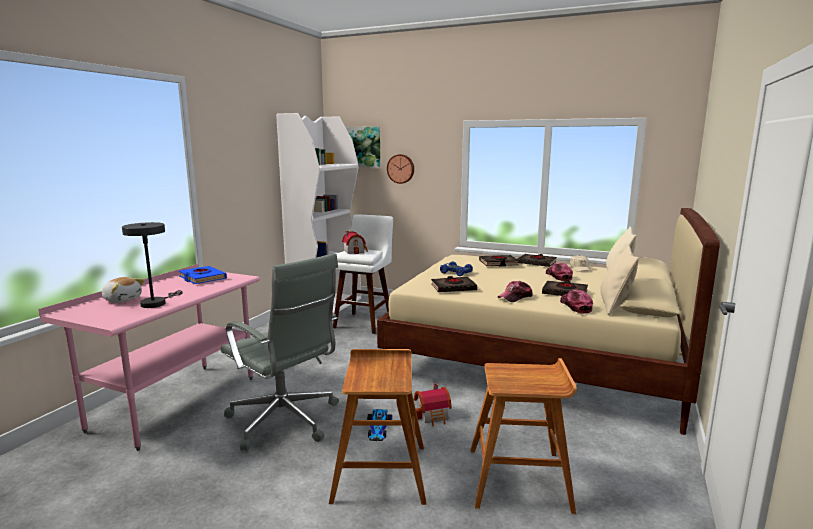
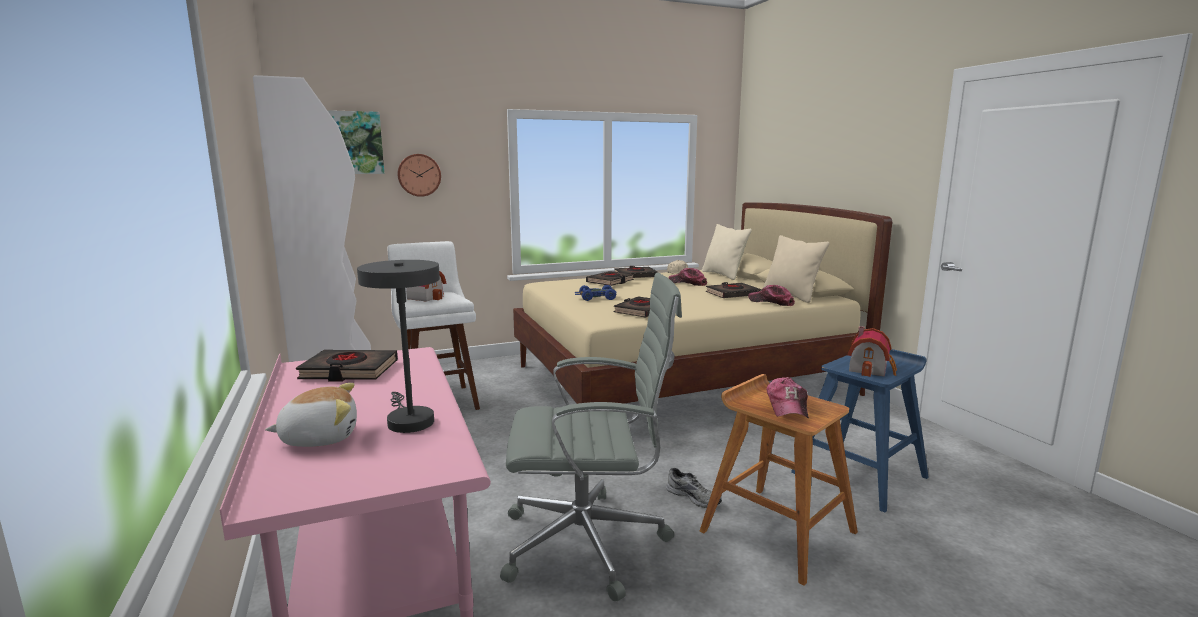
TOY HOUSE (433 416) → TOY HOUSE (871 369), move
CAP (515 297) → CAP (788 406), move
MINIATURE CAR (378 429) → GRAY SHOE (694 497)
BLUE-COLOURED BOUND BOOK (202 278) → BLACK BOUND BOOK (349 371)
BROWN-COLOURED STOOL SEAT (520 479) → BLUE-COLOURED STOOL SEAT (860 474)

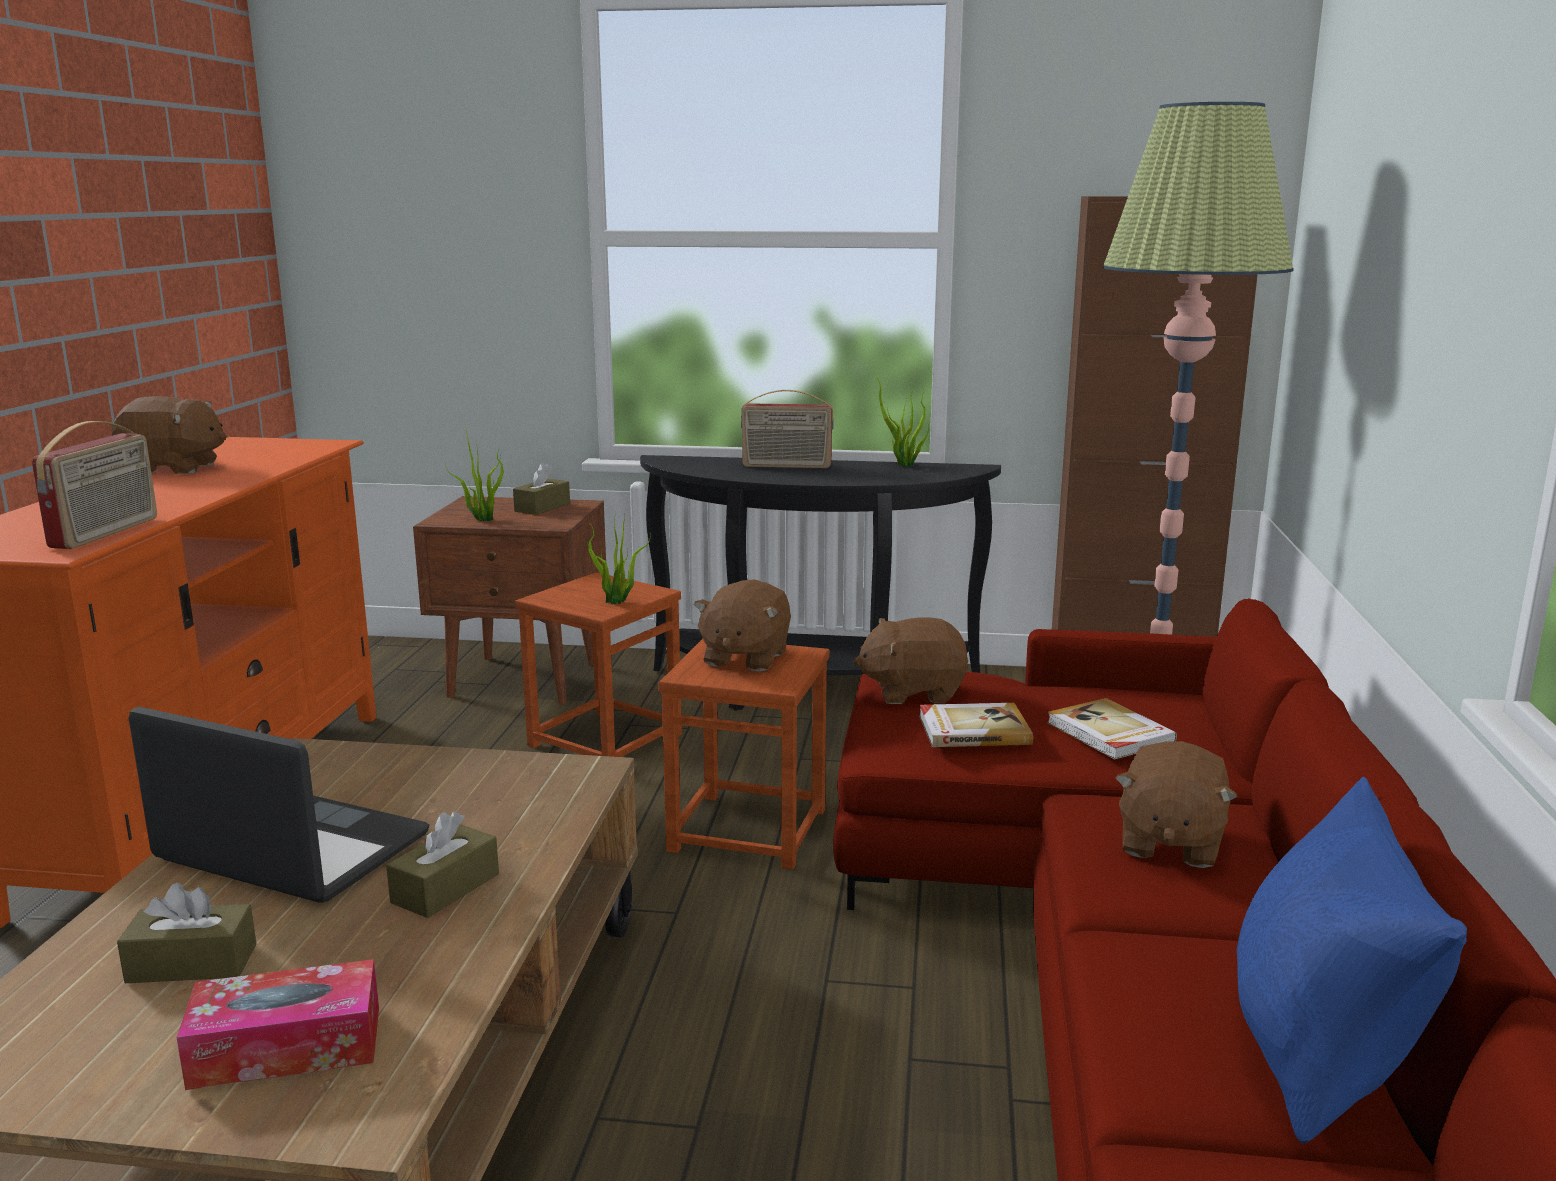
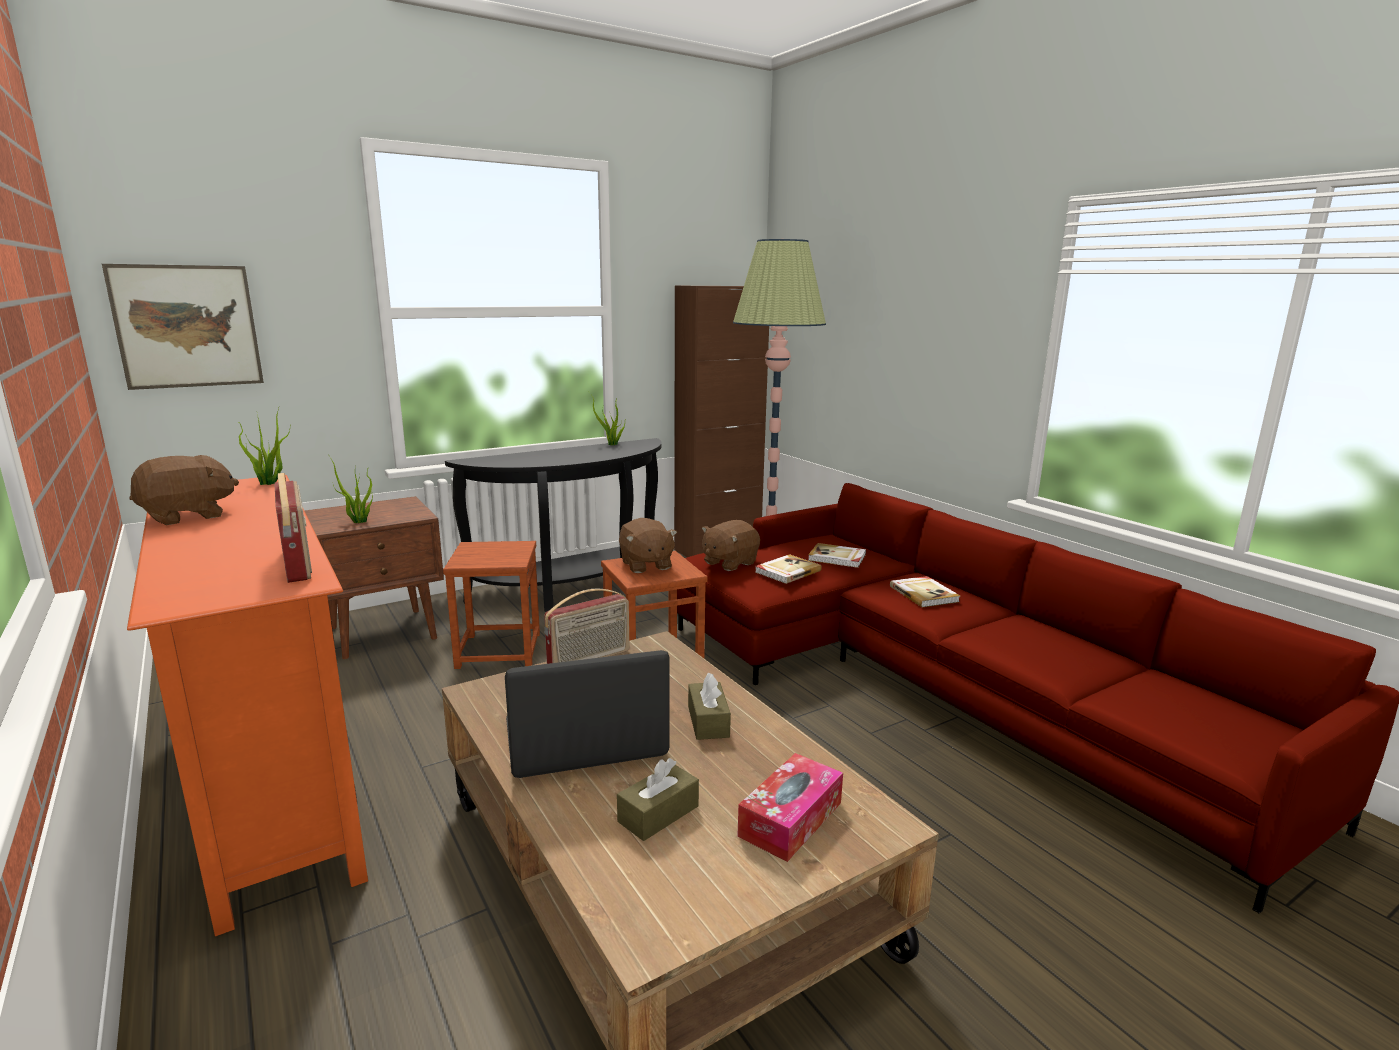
BROWN-COLOURED TISSUE HOLDER (542 507) → -
BLUE-COLOURED CUSHION (1318 1054) → -
- → PICTURE (187 326)
POTTED PLANT (617 602) → POTTED PLANT (270 483), move
RADIO (786 466) → RADIO (589 659), move
BROWN-COLOURED SOFT TOY (1169 843) → BOUND BOOK (924 594)

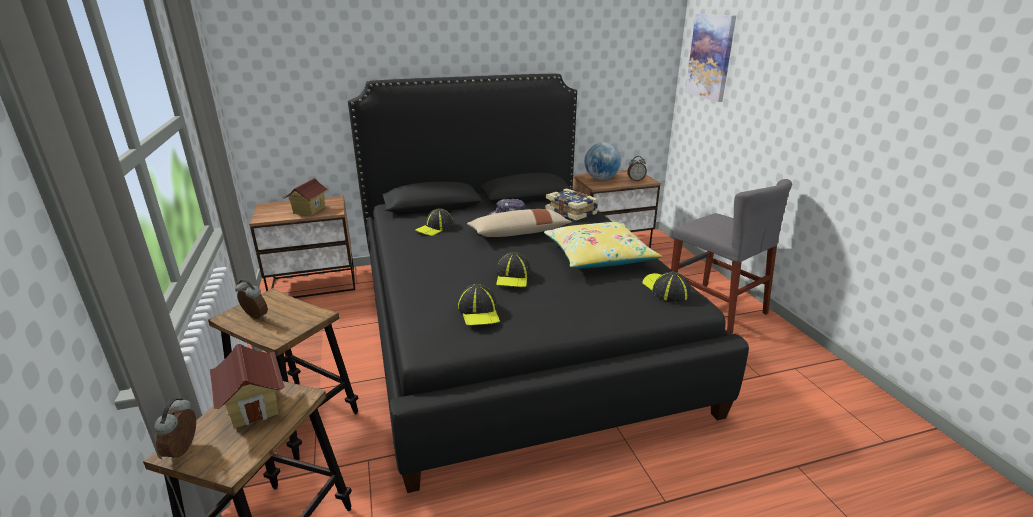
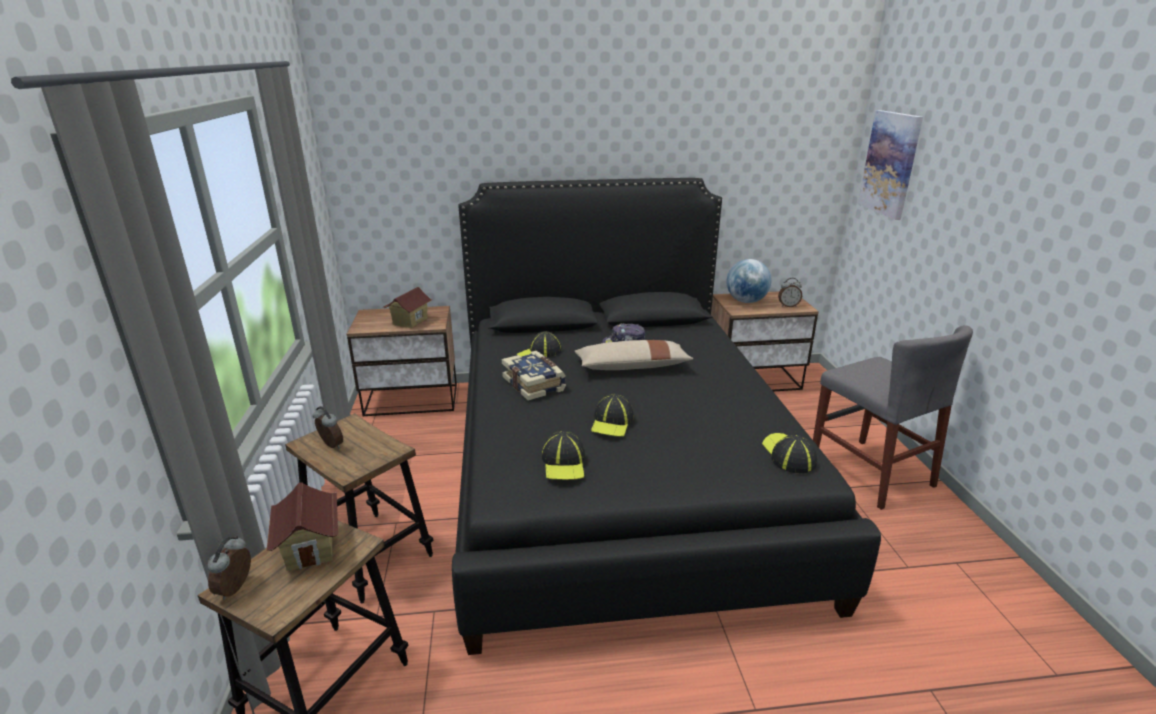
YELLOW CUSHION (598 256) → -
BOUND BOOK (572 211) → BOUND BOOK (535 384), move

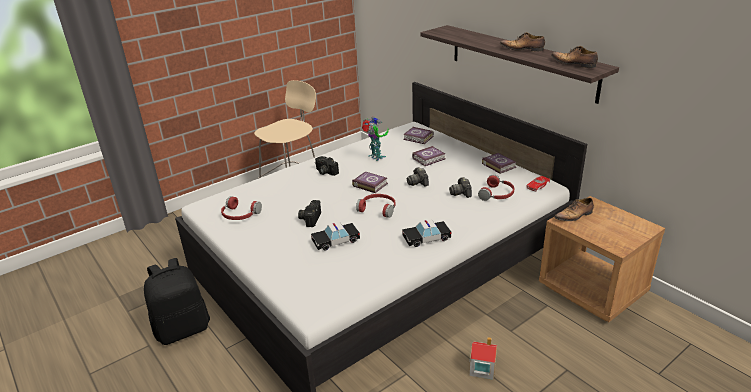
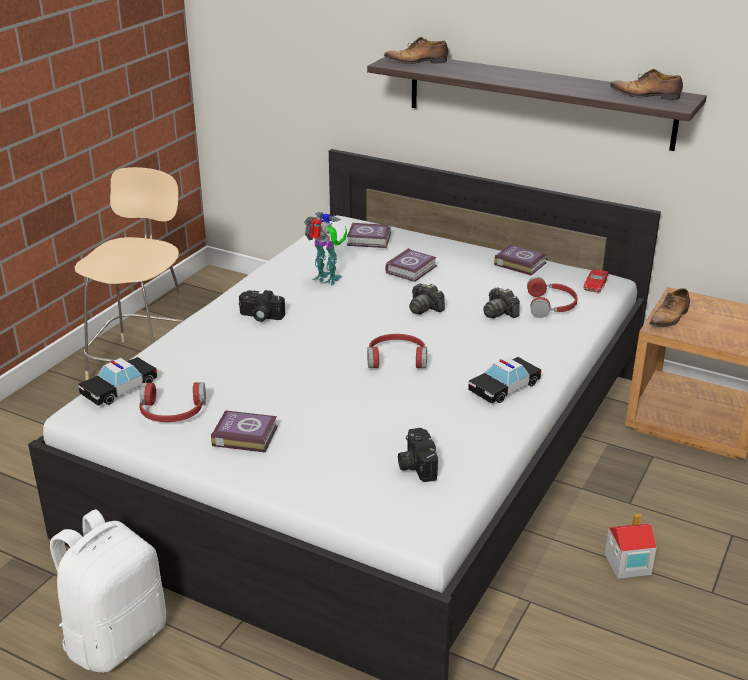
PHOTO CAMERA (310 218) → PHOTO CAMERA (415 465), move
MINIATURE CAR (336 241) → MINIATURE CAR (119 388), move
BOUND BOOK (370 184) → BOUND BOOK (244 435), move
SHOE (522 49) → SHOE (417 62), move
BLACK RUCKSACK (183 329) → WHITE RUCKSACK (115 638)

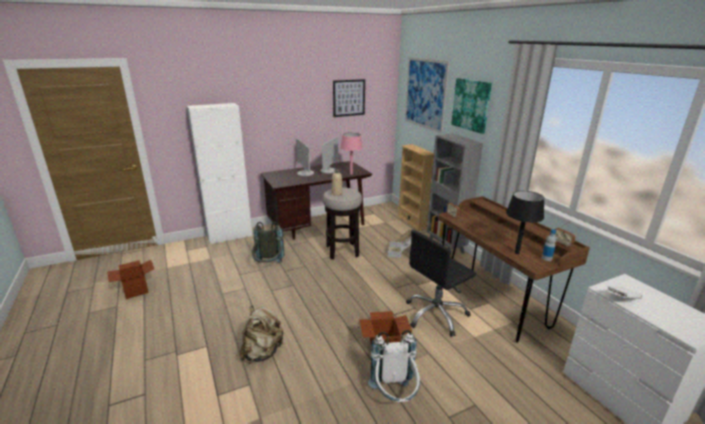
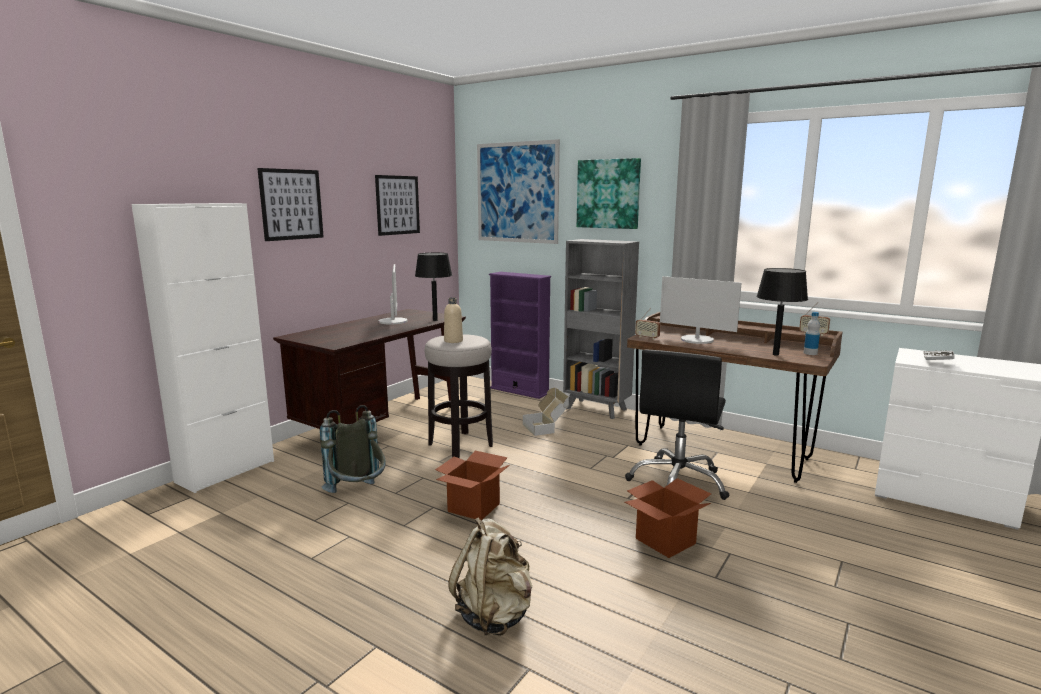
WHITE RUCKSACK (394 397) → -
- → PICTURE (291 204)
CARTON (136 290) → CARTON (474 507), move
COMPUTER SCREEN (305 173) → COMPUTER SCREEN (697 340), move
PINK-COLOURED LAMP FOR A TABLE (351 174) → BLACK LAMP FOR A TABLE (435 320)
BEIGE-COLOURED SHELVING UNIT (412 222) → PURPLISH SHELVING UNIT (519 391)

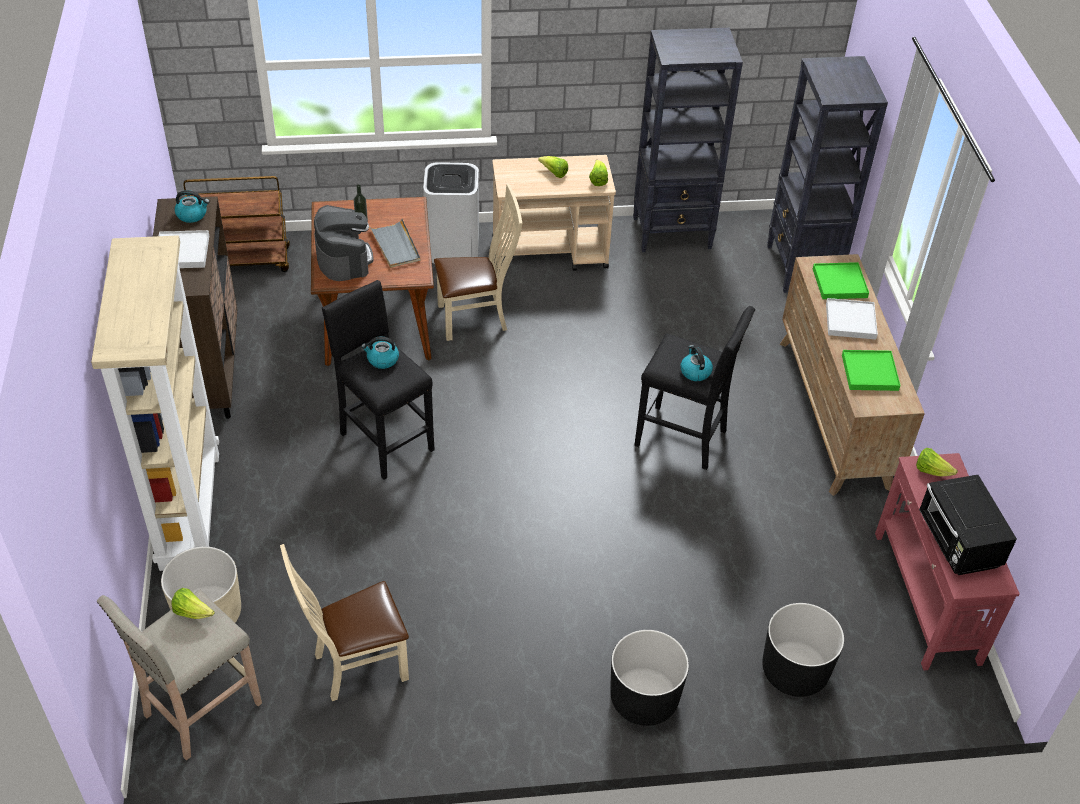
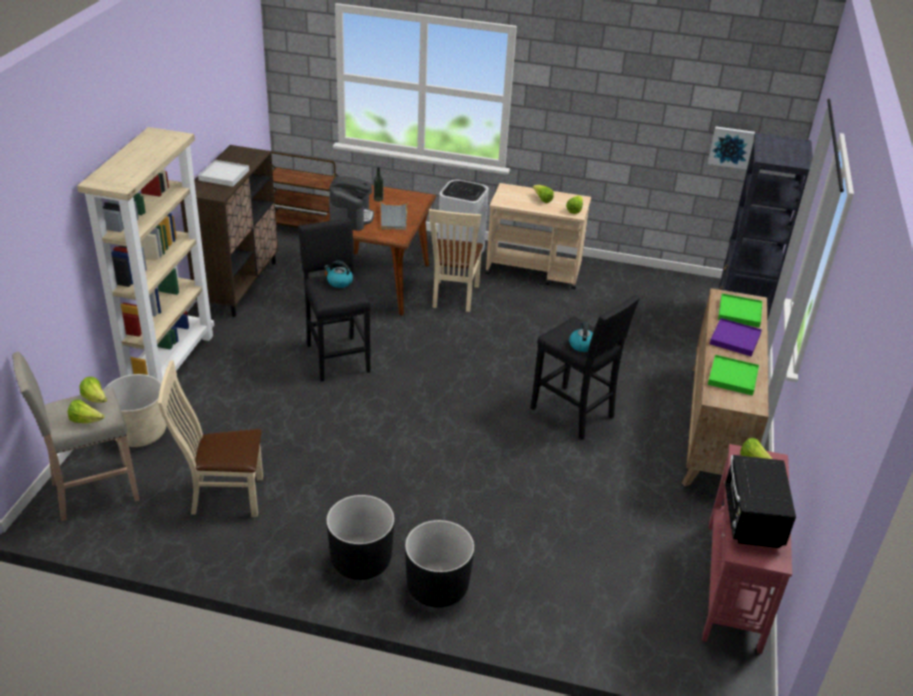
WATER KETTLE (192 215) → -
BLACK SHELVING UNIT (673 233) → -
- → HEAD OF LETTUCE (86 420)
- → PICTURE (731 147)
BLACK PLANT POT (794 671) → BLACK PLANT POT (361 560), move
WHITE TRAY (850 321) → PURPLISH TRAY (734 339)
BEIGE-COLOURED CHAIR (477 318) → BEIGE-COLOURED CHAIR (453 298), 90 degrees clockwise

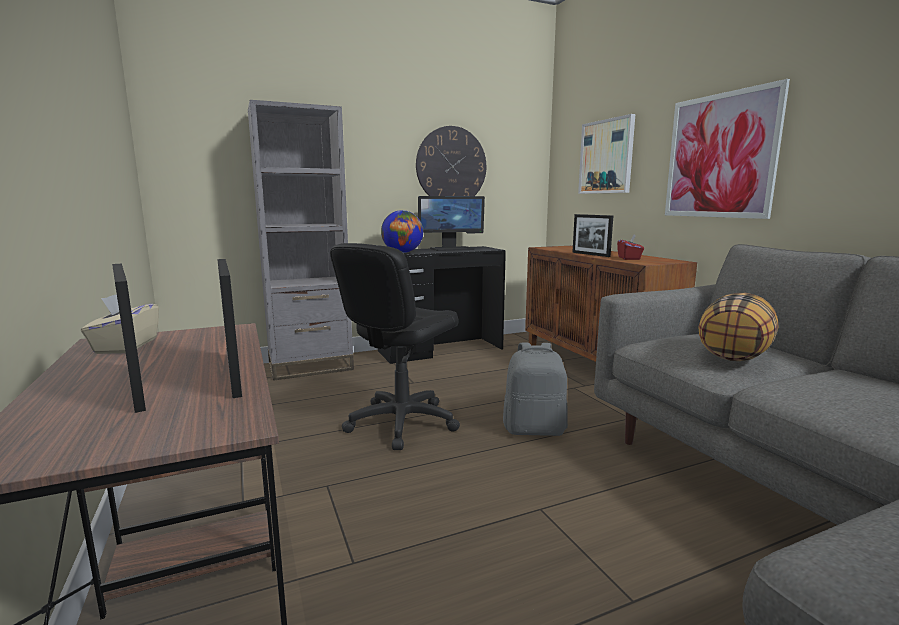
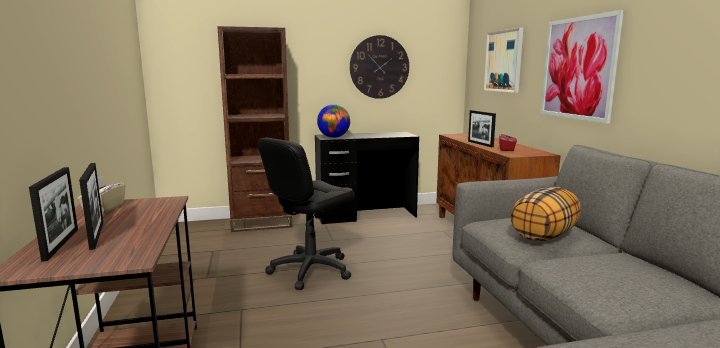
COMPUTER SCREEN (452 249) → -
GRAY RUCKSACK (534 429) → -
PHOTO FRAME (234 374) → PHOTO FRAME (61 244), move
GRAY SHELVING UNIT (310 366) → BROWN-COLOURED SHELVING UNIT (261 223)

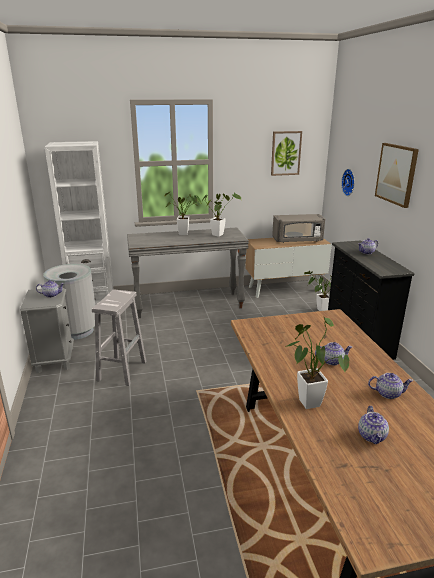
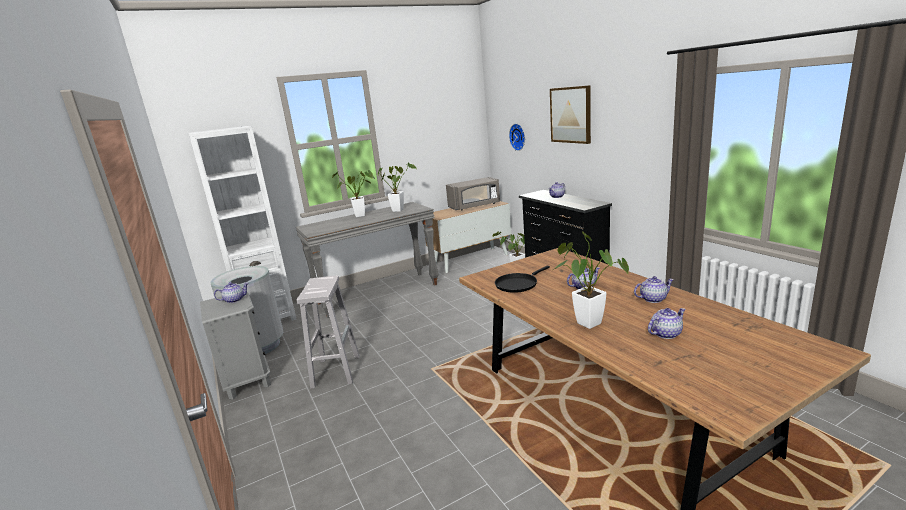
PICTURE (285 153) → -
- → BLACK PAN (518 284)
POT FOR TEA (372 436) → POT FOR TEA (665 333), 105 degrees counterclockwise

